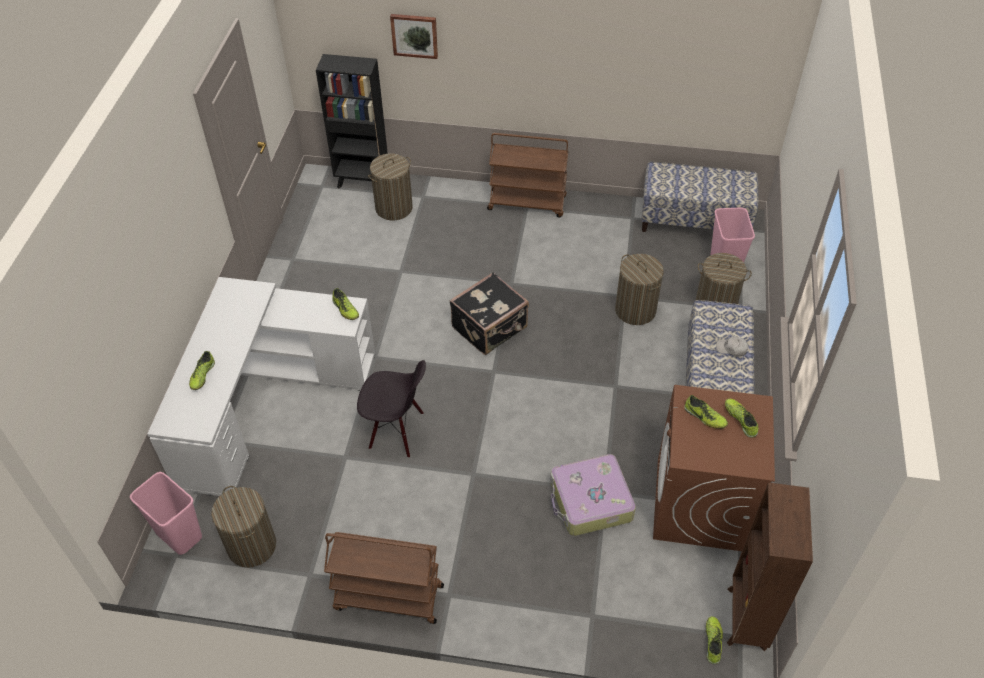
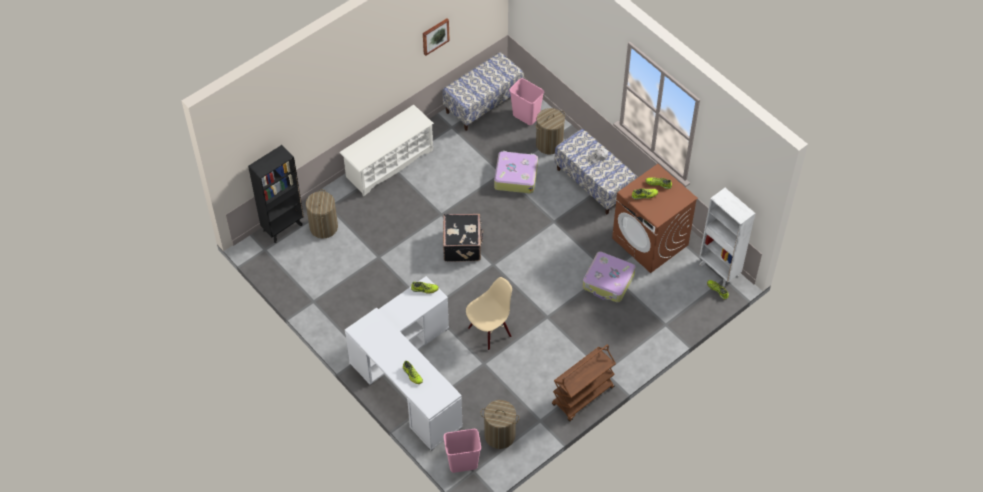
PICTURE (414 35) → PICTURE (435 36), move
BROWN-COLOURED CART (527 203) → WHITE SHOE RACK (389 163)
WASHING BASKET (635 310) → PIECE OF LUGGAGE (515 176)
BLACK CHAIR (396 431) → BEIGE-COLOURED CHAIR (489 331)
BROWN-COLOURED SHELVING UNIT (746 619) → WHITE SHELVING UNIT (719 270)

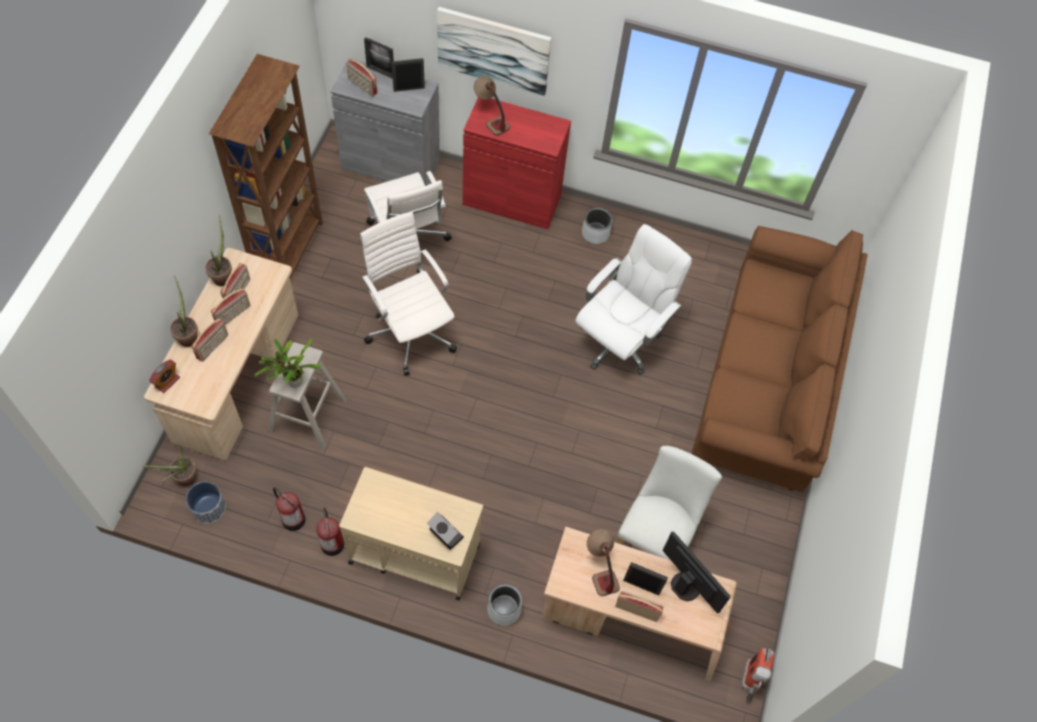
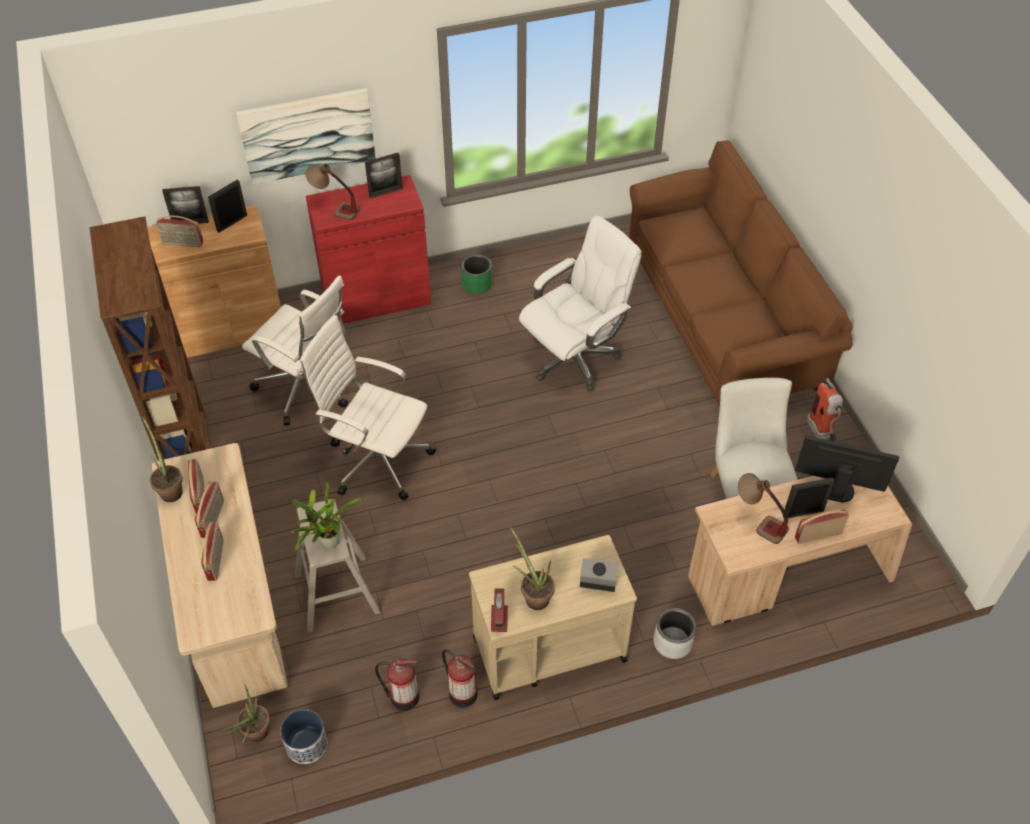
- → PHOTO FRAME (385 192)
ALARM CLOCK (167 382) → ALARM CLOCK (499 619), move
POTTED PLANT (188 335) → POTTED PLANT (533 596), move
EXTINGUISHER (749 683) → EXTINGUISHER (821 434), move
GRAY CUPBOARD (390 164) → BROWN-COLOURED CUPBOARD (232 329)
GRAY PLANT POT (595 233) → GREENISH PLANT POT (477 284)
WHITE OFFICE CHAIR (620 341) → WHITE OFFICE CHAIR (574 358), 45 degrees clockwise

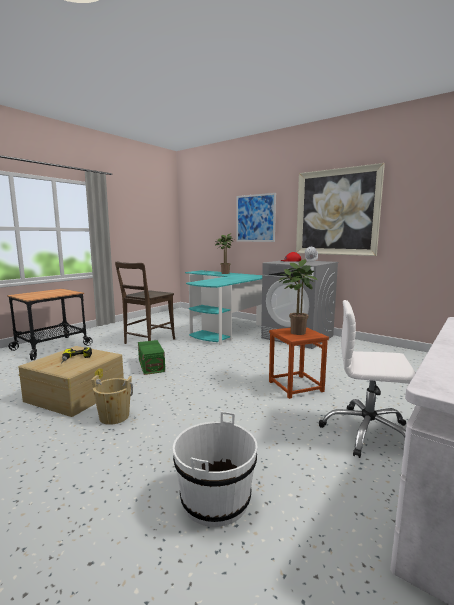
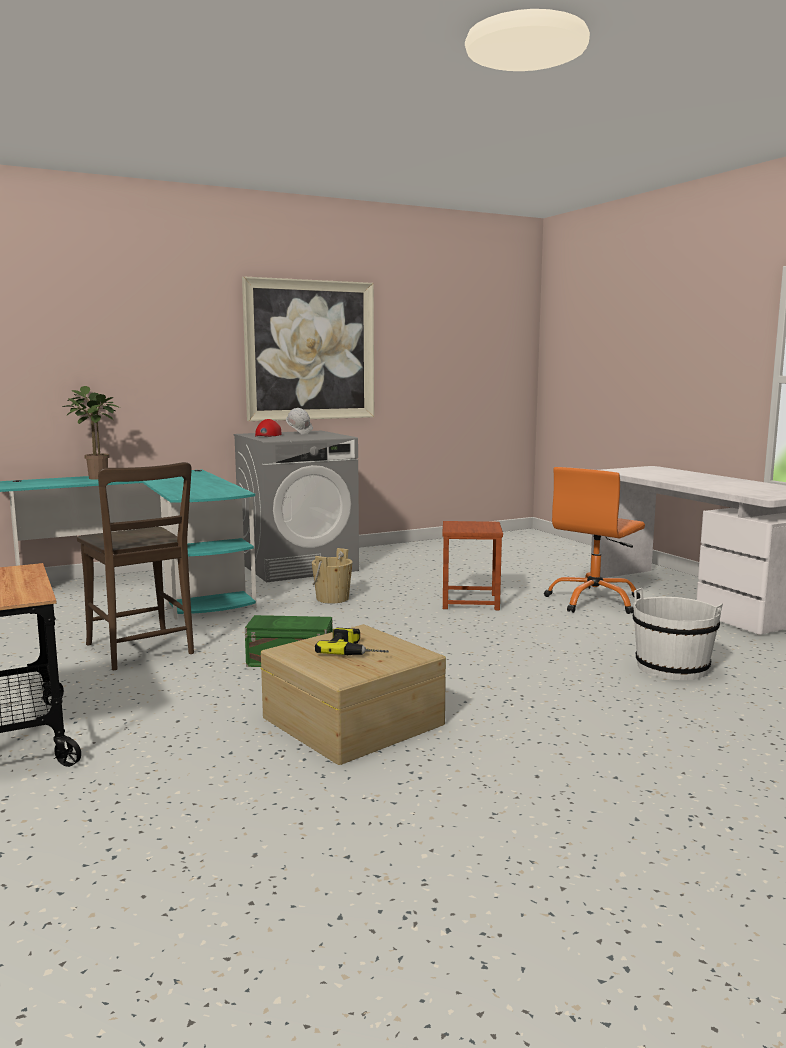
PICTURE (255 218) → -
POTTED PLANT (295 332) → -
BEIGE-COLOURED PAIL (114 417) → BEIGE-COLOURED PAIL (332 598), move
WHITE OFFICE CHAIR (367 433) → ORANGEY OFFICE CHAIR (594 601)

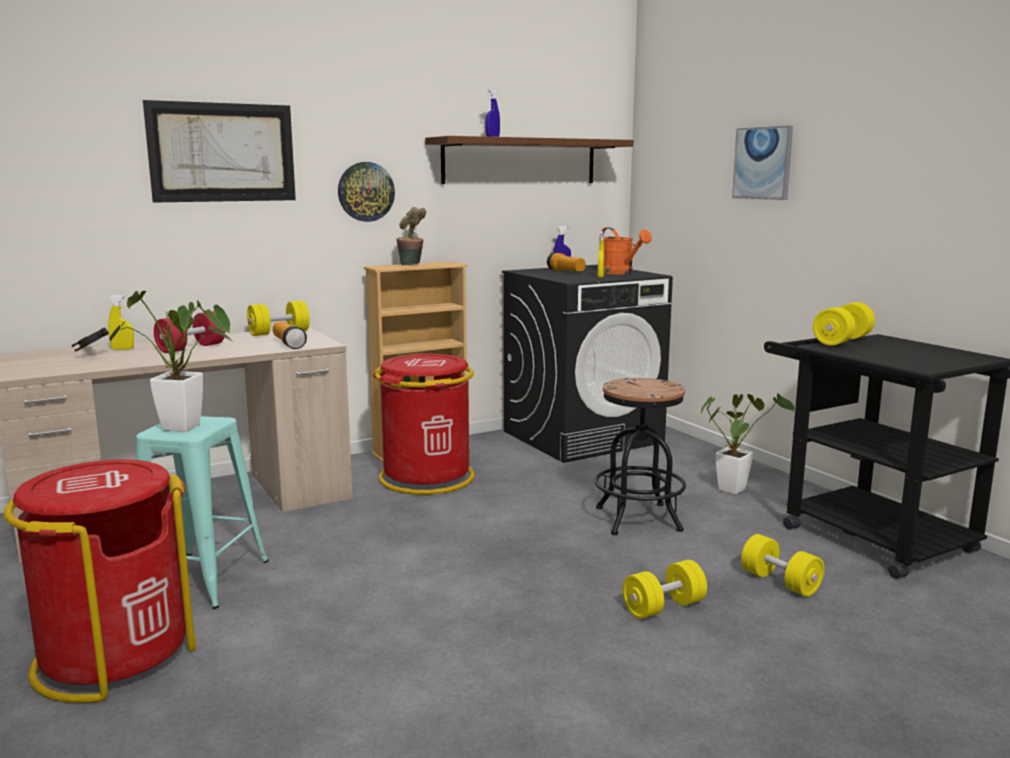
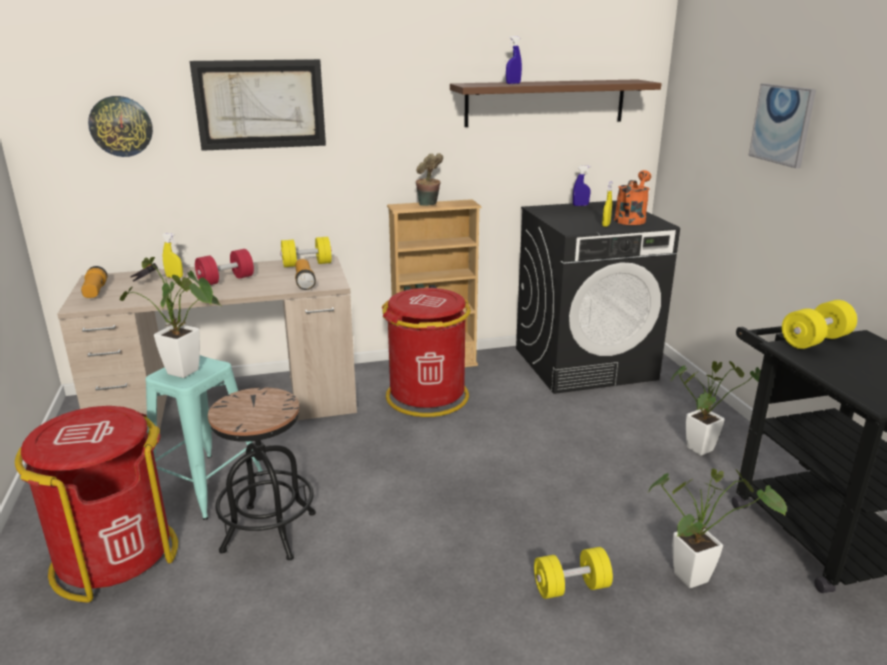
HANGING CLOCK (366 191) → HANGING CLOCK (121 126), move
FLASHLIGHT (566 272) → FLASHLIGHT (95 292), move
BLACK STOOL SEAT (638 519) → BLACK STOOL SEAT (269 532), move
YELLOW HAND WEIGHT (780 582) → POTTED PLANT (697 576)
ORANGEY SPRINKLING CAN (621 273) → ORANGEY SPRINKLING CAN (631 219), 135 degrees counterclockwise

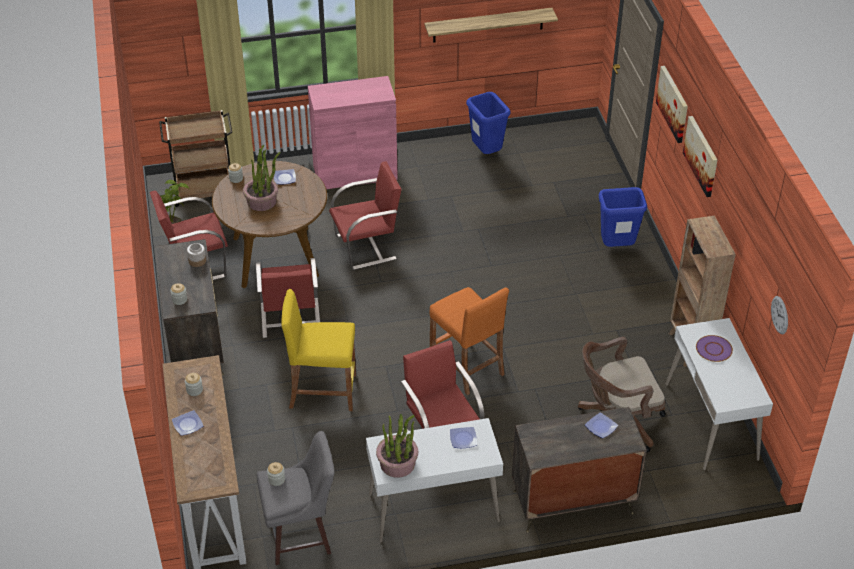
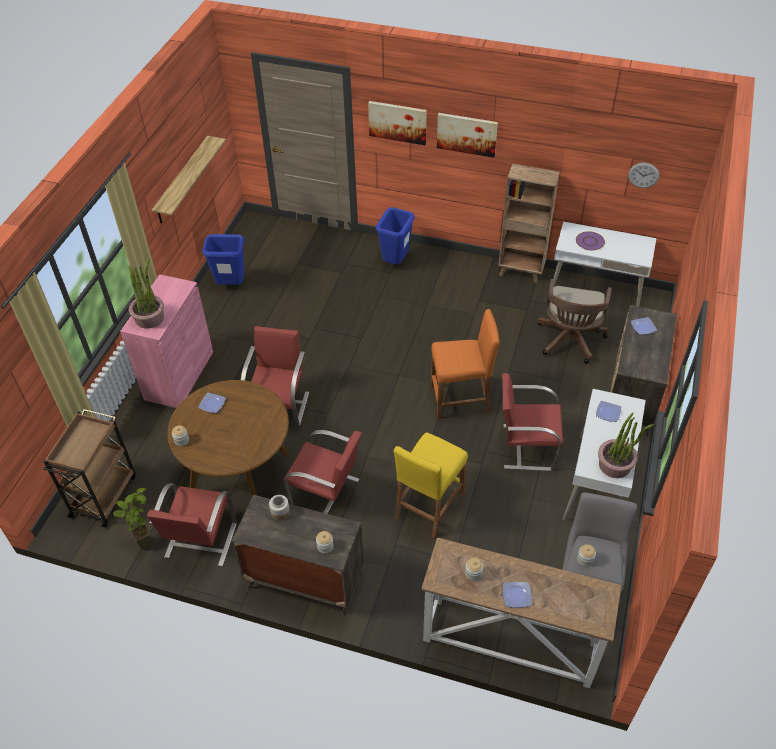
POTTED PLANT (262 201) → POTTED PLANT (149 318), move

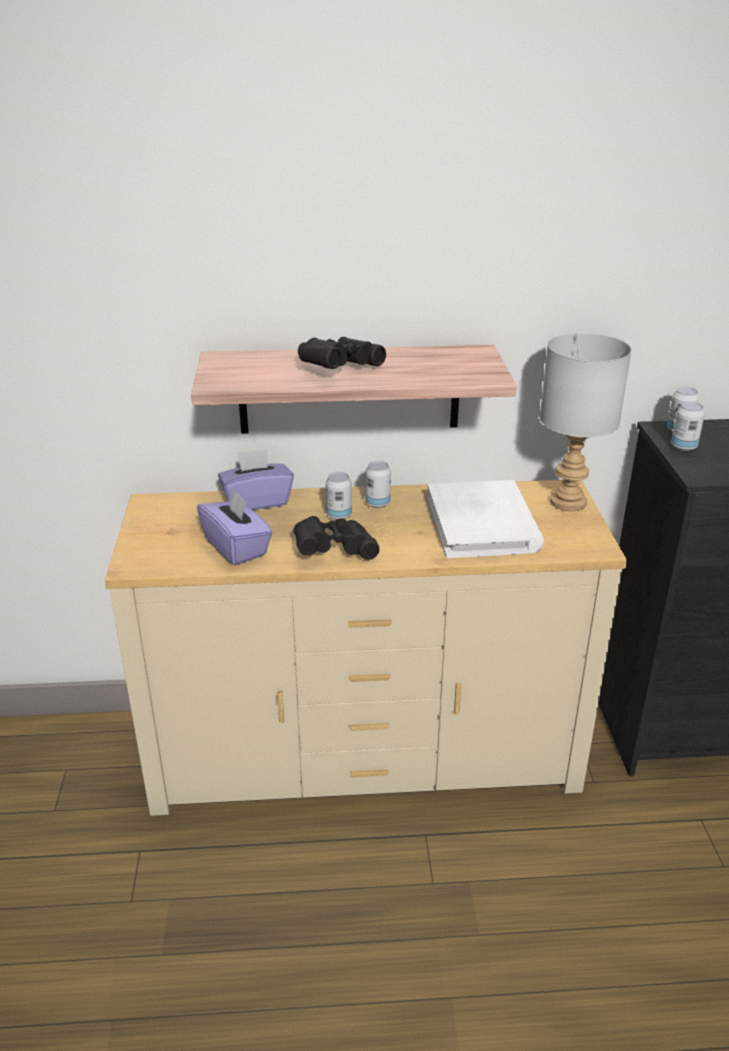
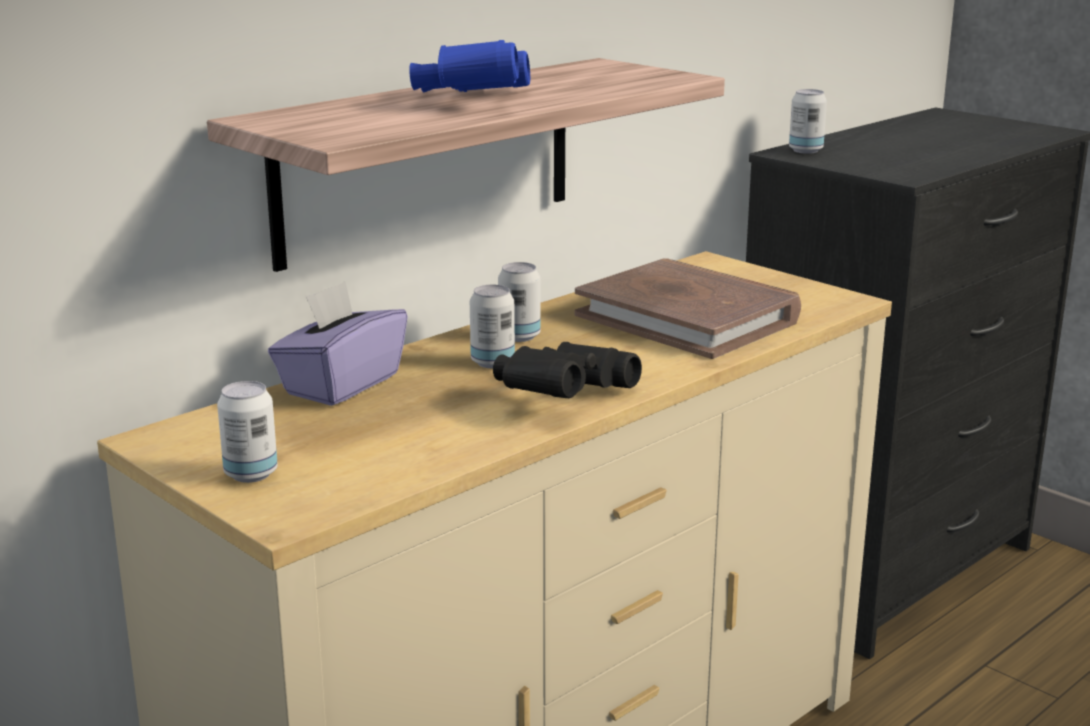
PURPLISH TISSUE HOLDER (237 547) → -
GRAY LAMP FOR A TABLE (566 502) → -
SEALED CAN (683 447) → SEALED CAN (251 474), move
BLACK PAIR OF BINOCULARS (337 369) → BLUE-COLOURED PAIR OF BINOCULARS (473 100)
WHITE BOUND BOOK (483 524) → BROWN-COLOURED BOUND BOOK (688 317)

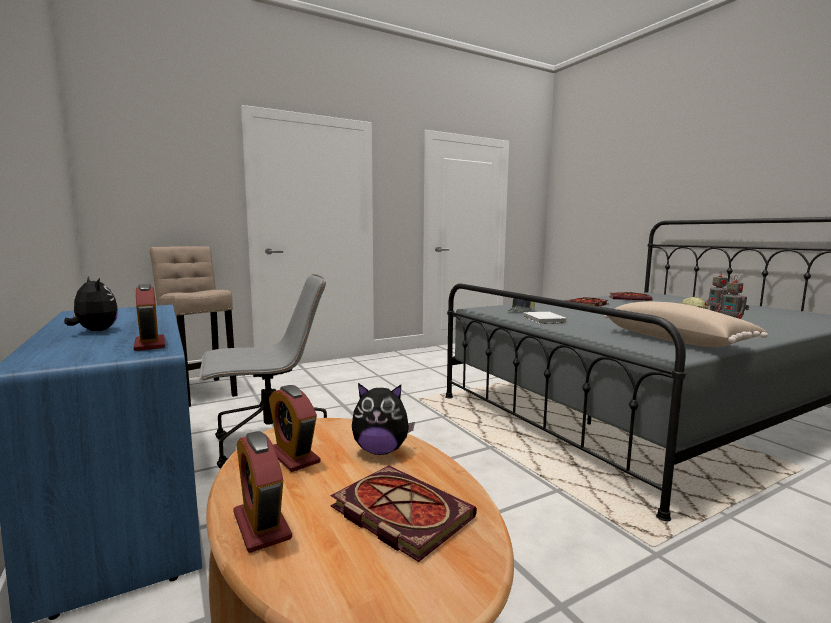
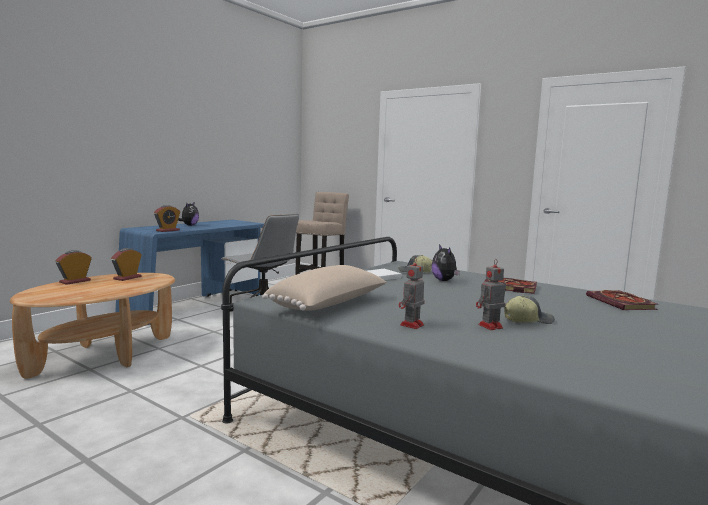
BOUND BOOK (397 513) → -
SOFT TOY (381 450) → SOFT TOY (444 280), move

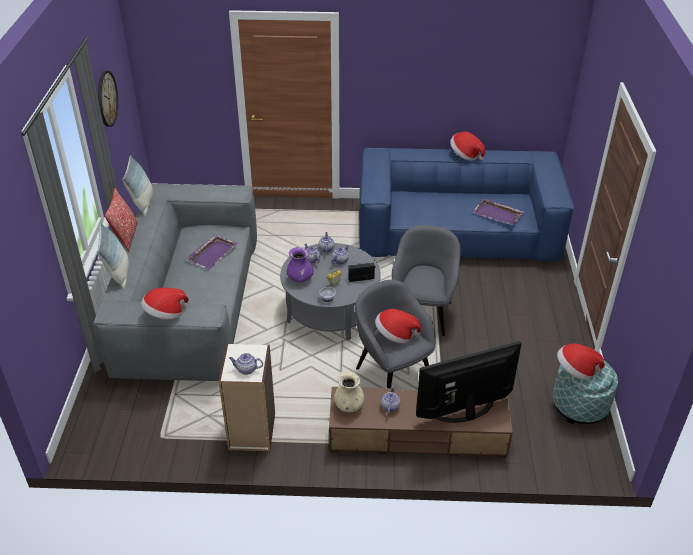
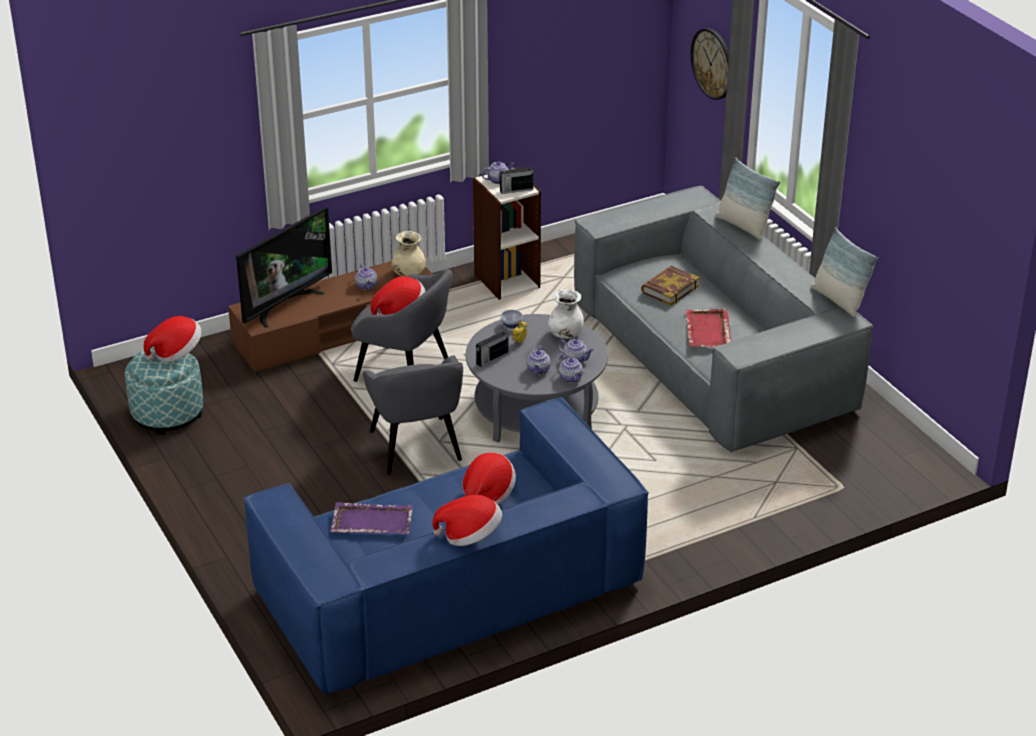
CUSHION (126 237) → -
- → RADIO (515 190)
- → BOUND BOOK (669 289)
HANGING CLOCK (106 98) → HANGING CLOCK (713 63), move
WEARABLE HAT (165 314) → WEARABLE HAT (487 494), move
PURPLISH TRAY (212 253) → RED TRAY (708 331)
PURPLISH FLOWER VASE (300 278) → WHITE FLOWER VASE (565 334)

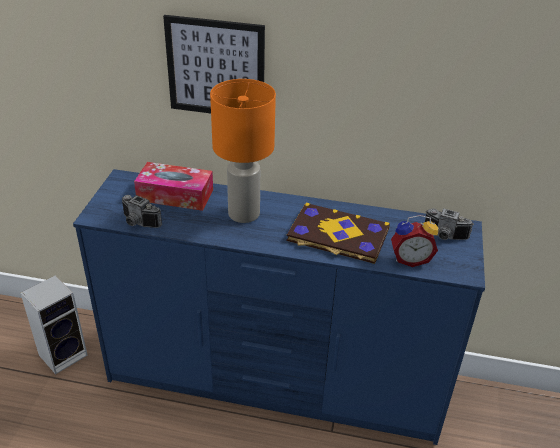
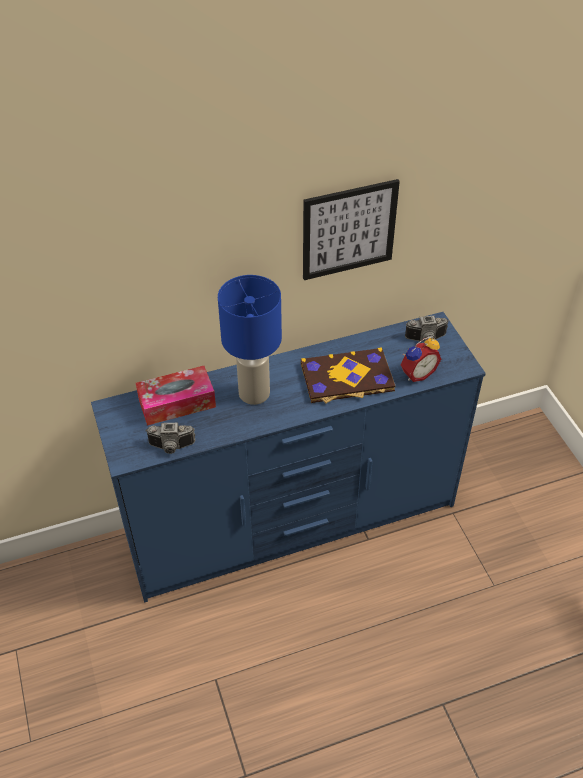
LOUDSPEAKER (64 354) → -
PICTURE (215 68) → PICTURE (349 229), move
ORANGEY LAMP FOR A TABLE (243 213) → BLUE-COLOURED LAMP FOR A TABLE (253 393)

